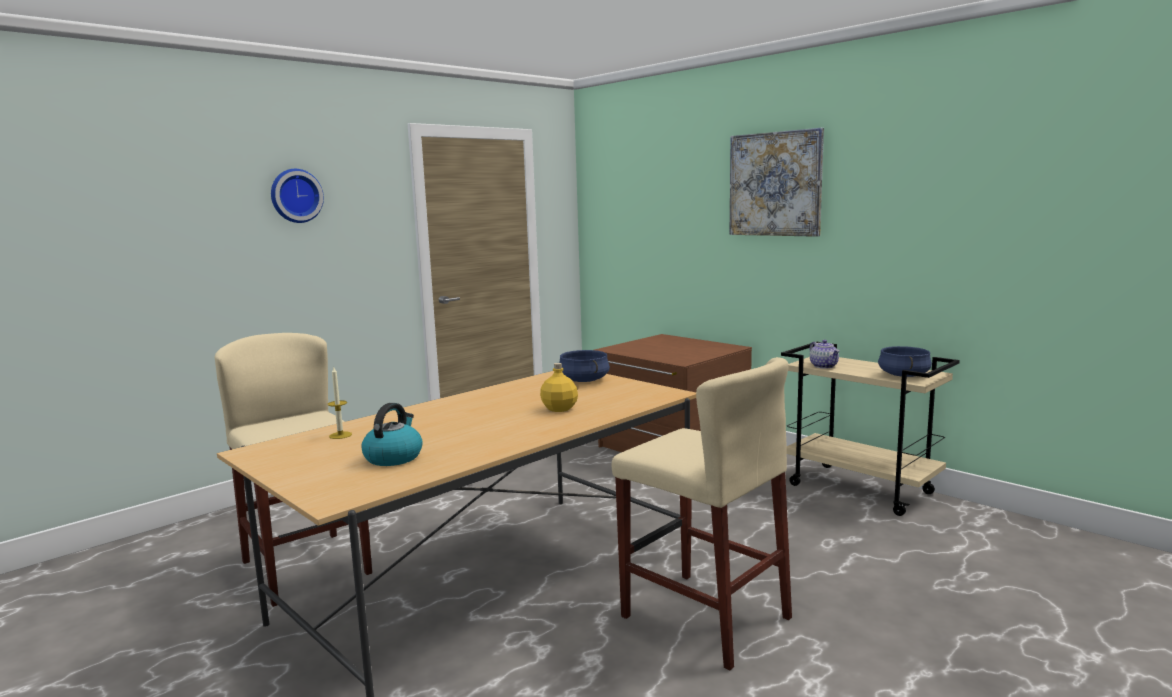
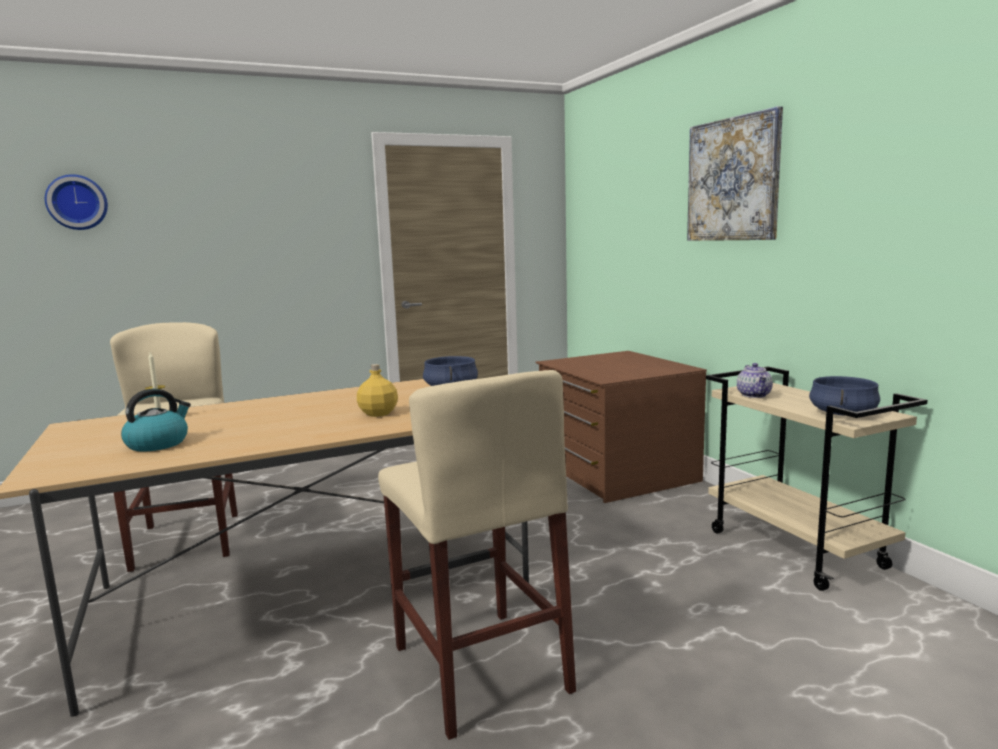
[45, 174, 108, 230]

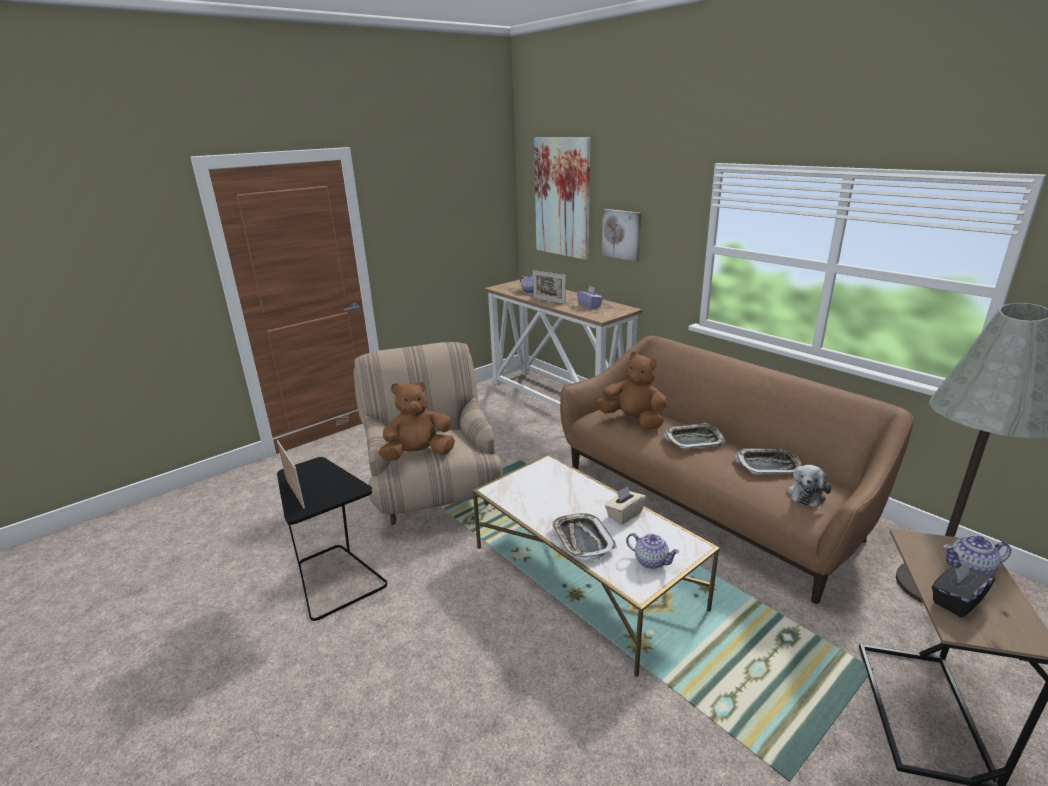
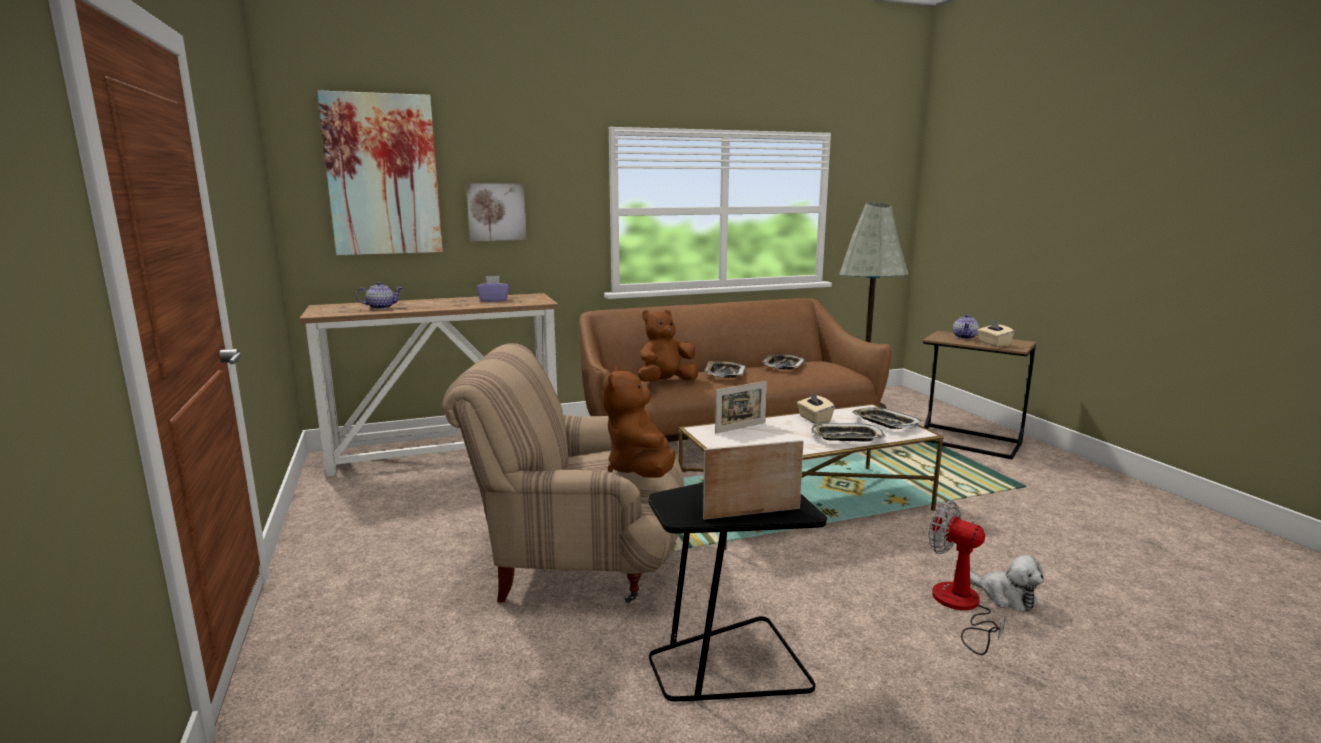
[715, 381, 767, 434]
[970, 555, 1044, 611]
[852, 407, 922, 429]
[977, 319, 1014, 347]
[928, 501, 1006, 655]

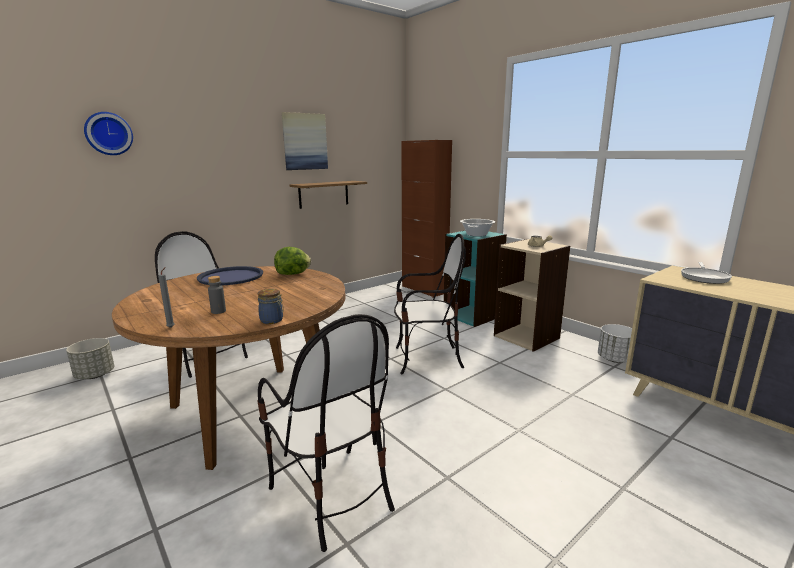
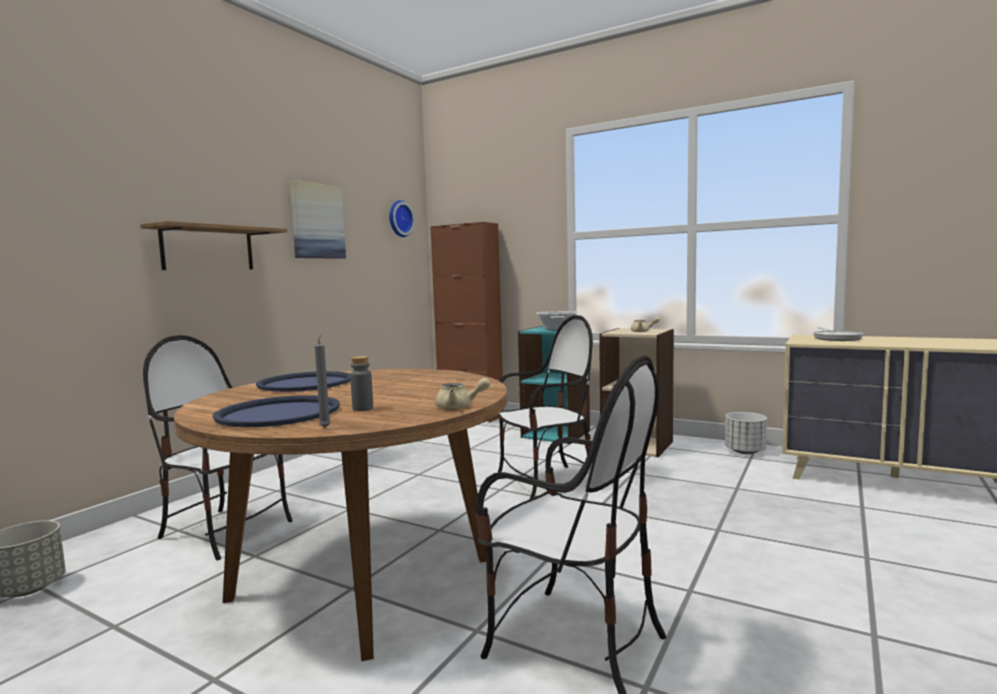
[389, 200, 415, 237]
[140, 221, 287, 270]
[274, 247, 311, 275] (first image)
[435, 378, 490, 409]
[213, 395, 340, 427]

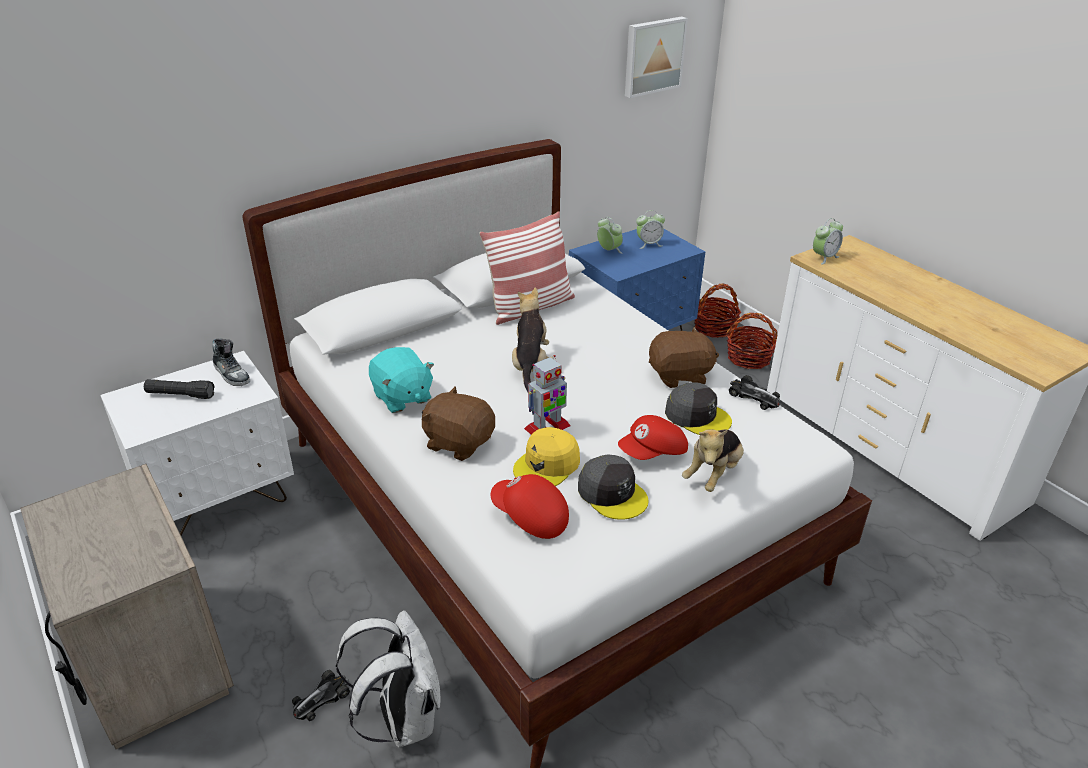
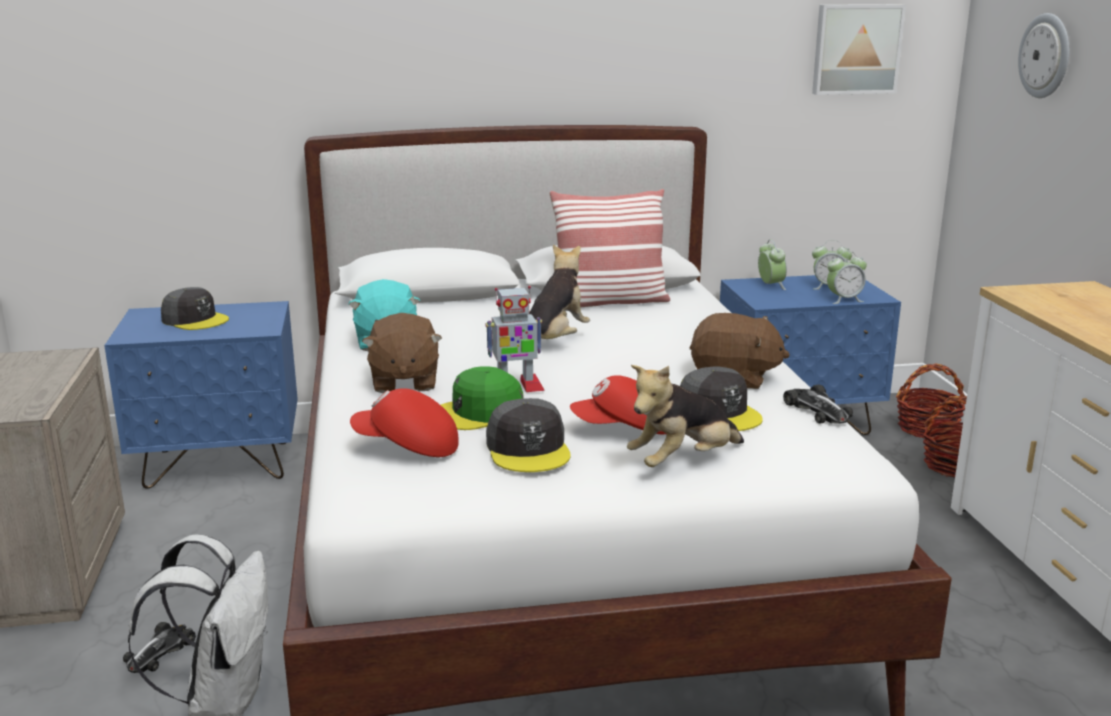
[827, 251, 867, 304]
[212, 339, 250, 386] (first image)
[104, 301, 298, 489]
[161, 287, 229, 330]
[362, 313, 442, 393]
[441, 366, 524, 430]
[350, 388, 459, 457]
[123, 622, 196, 673]
[1018, 13, 1069, 98]

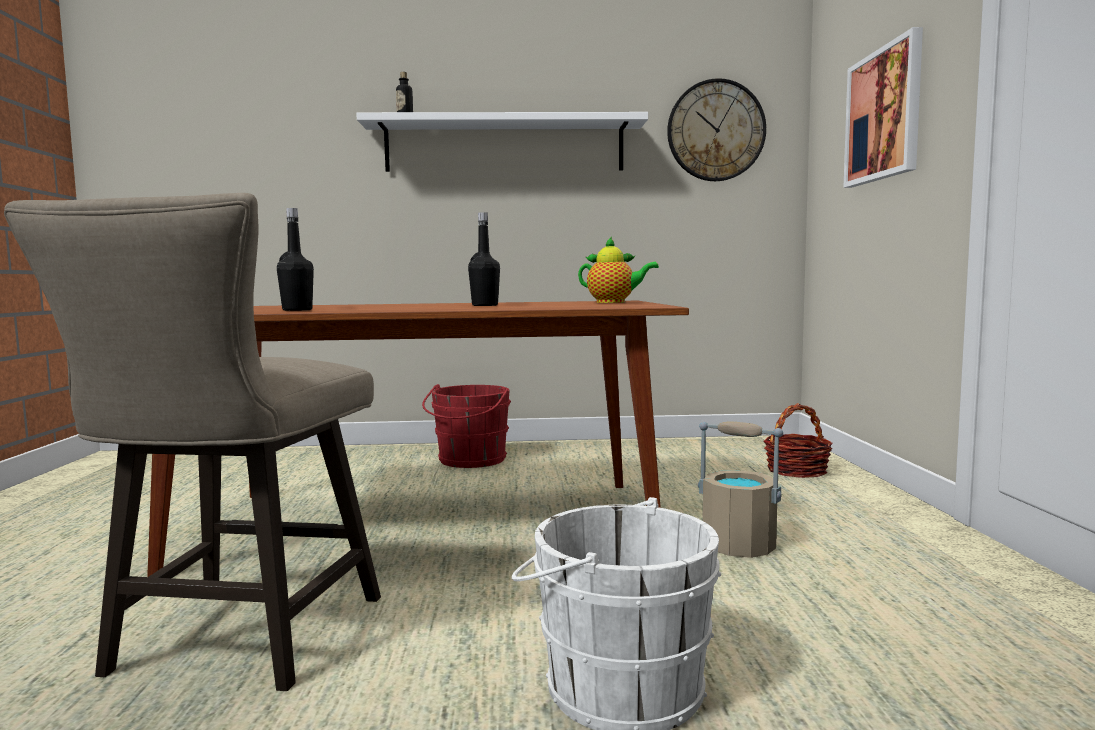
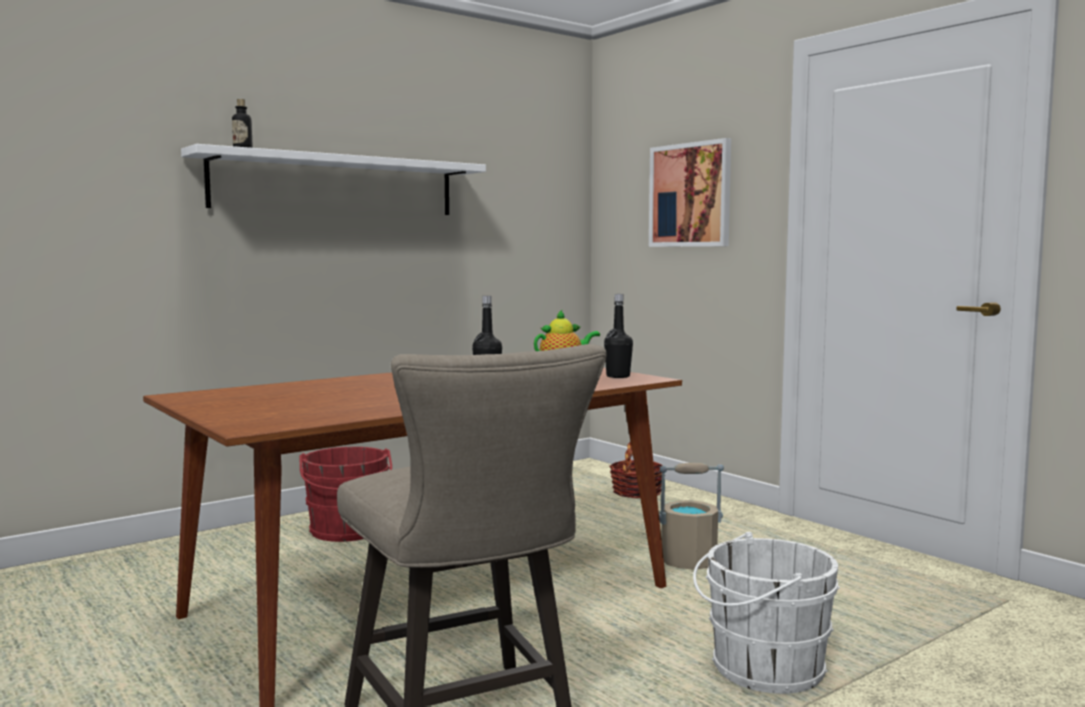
[667, 78, 766, 181] (first image)
[604, 294, 633, 378]

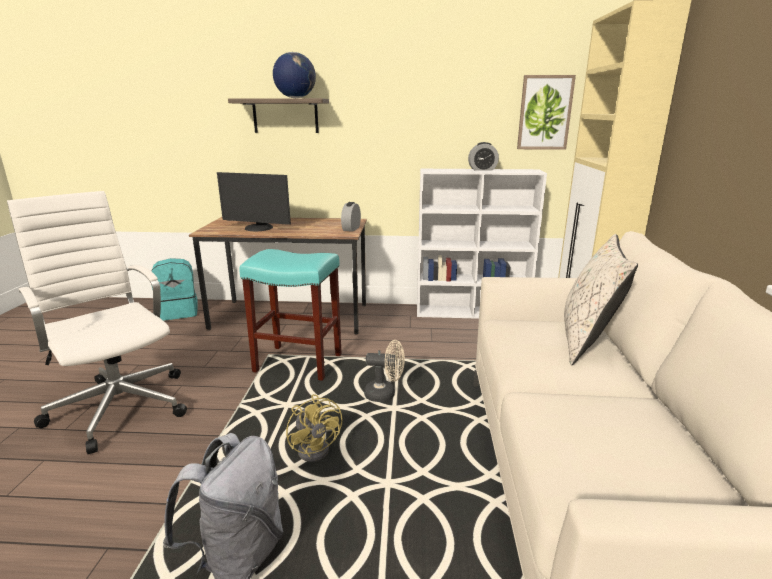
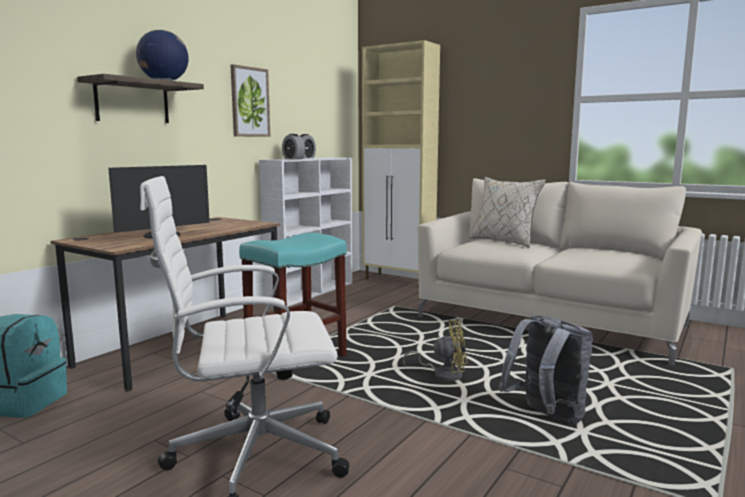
[231, 64, 270, 137]
[282, 134, 305, 159]
[364, 340, 405, 402] (first image)

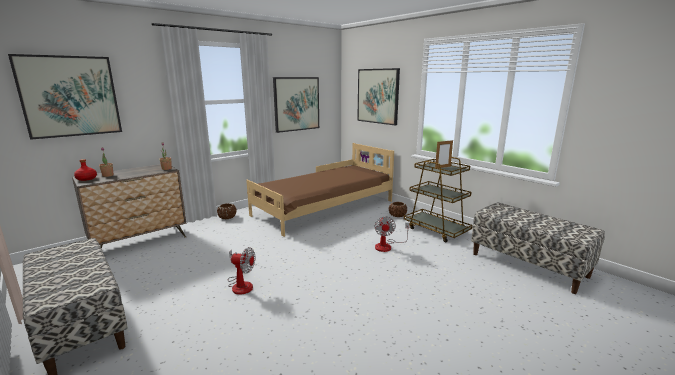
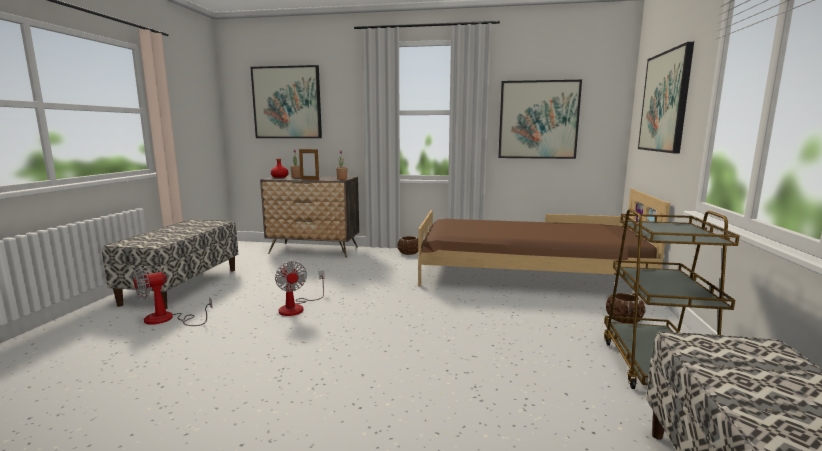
[299, 149, 319, 180]
[133, 267, 213, 326]

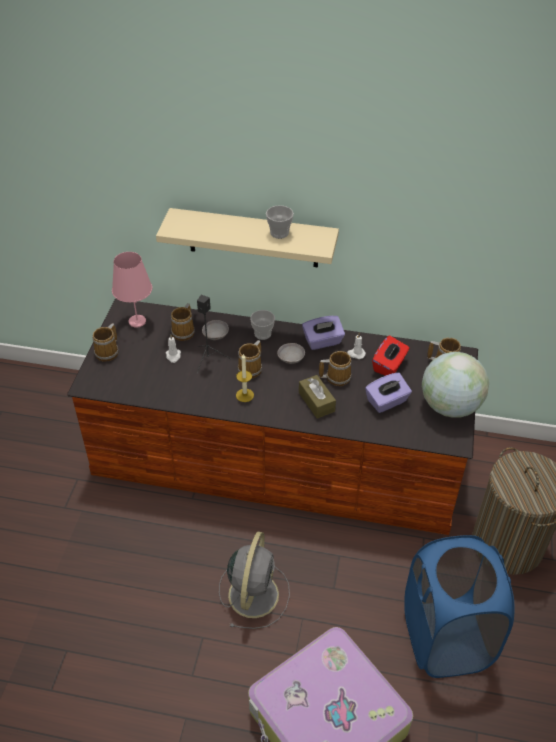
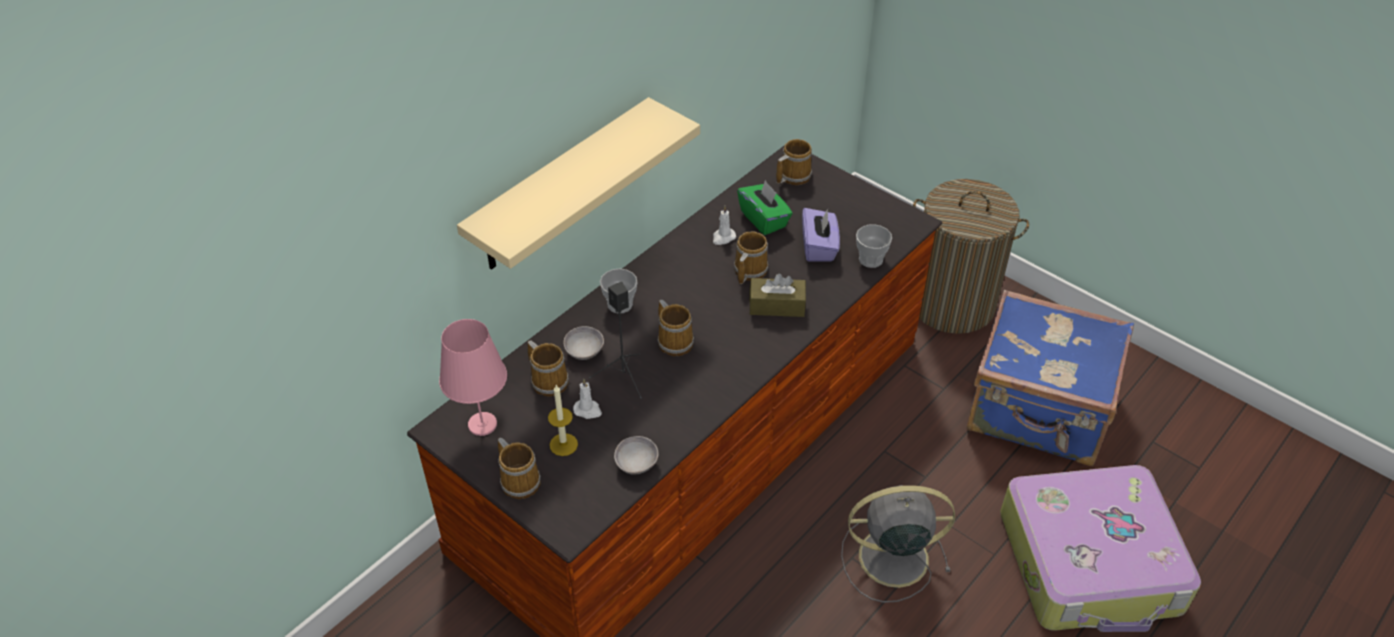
[856, 224, 892, 268]
[302, 316, 345, 350] (first image)
[737, 180, 793, 235]
[614, 436, 659, 475]
[422, 352, 489, 418] (first image)
[548, 385, 578, 456]
[841, 485, 955, 603]
[966, 290, 1134, 466]

